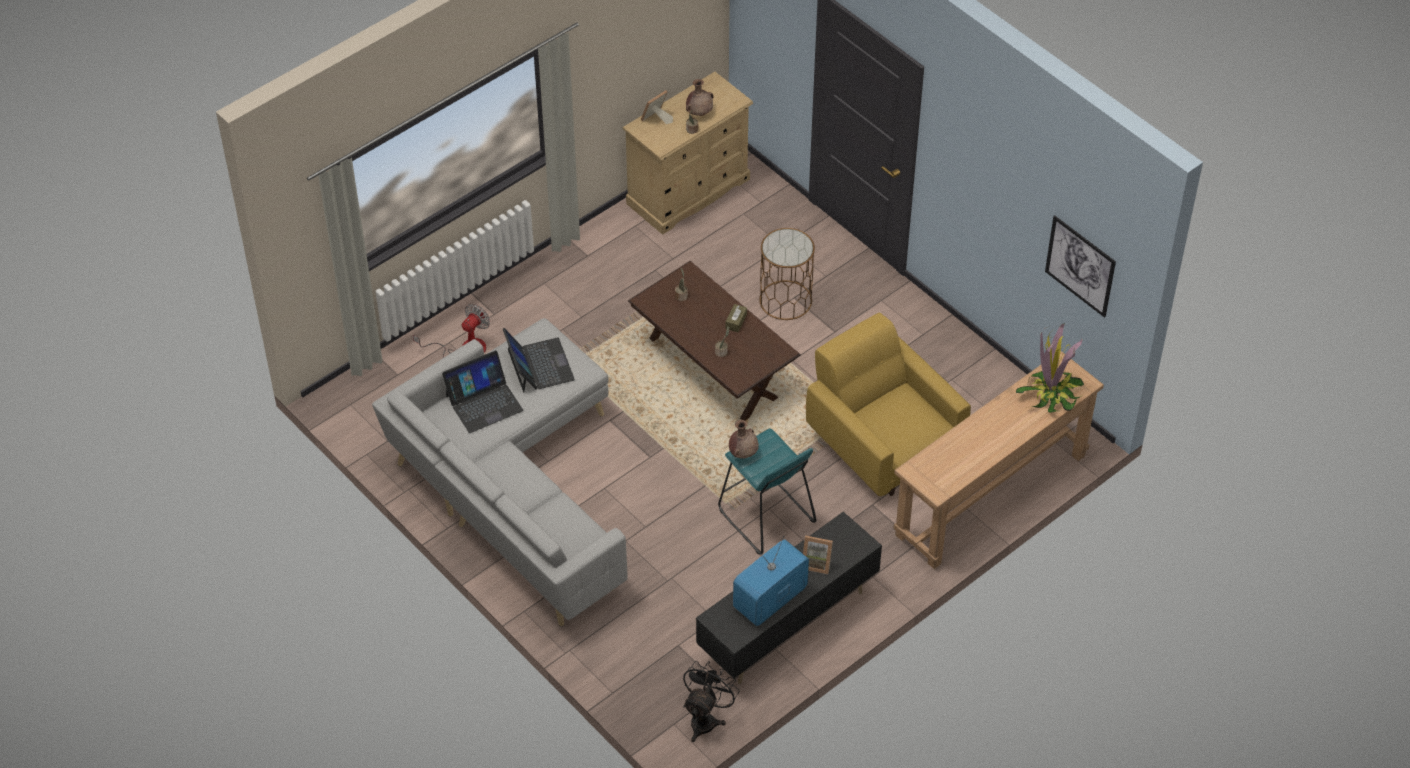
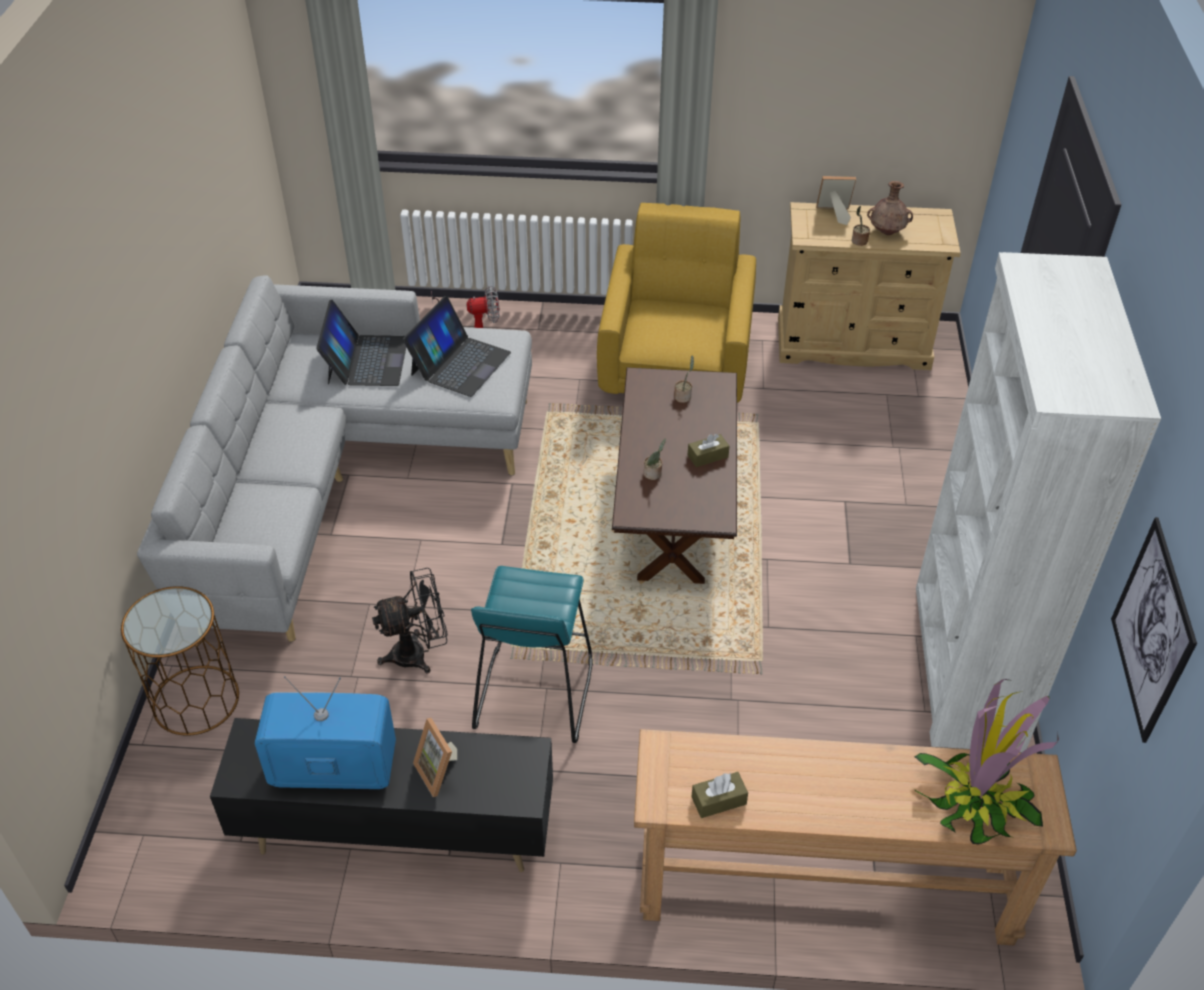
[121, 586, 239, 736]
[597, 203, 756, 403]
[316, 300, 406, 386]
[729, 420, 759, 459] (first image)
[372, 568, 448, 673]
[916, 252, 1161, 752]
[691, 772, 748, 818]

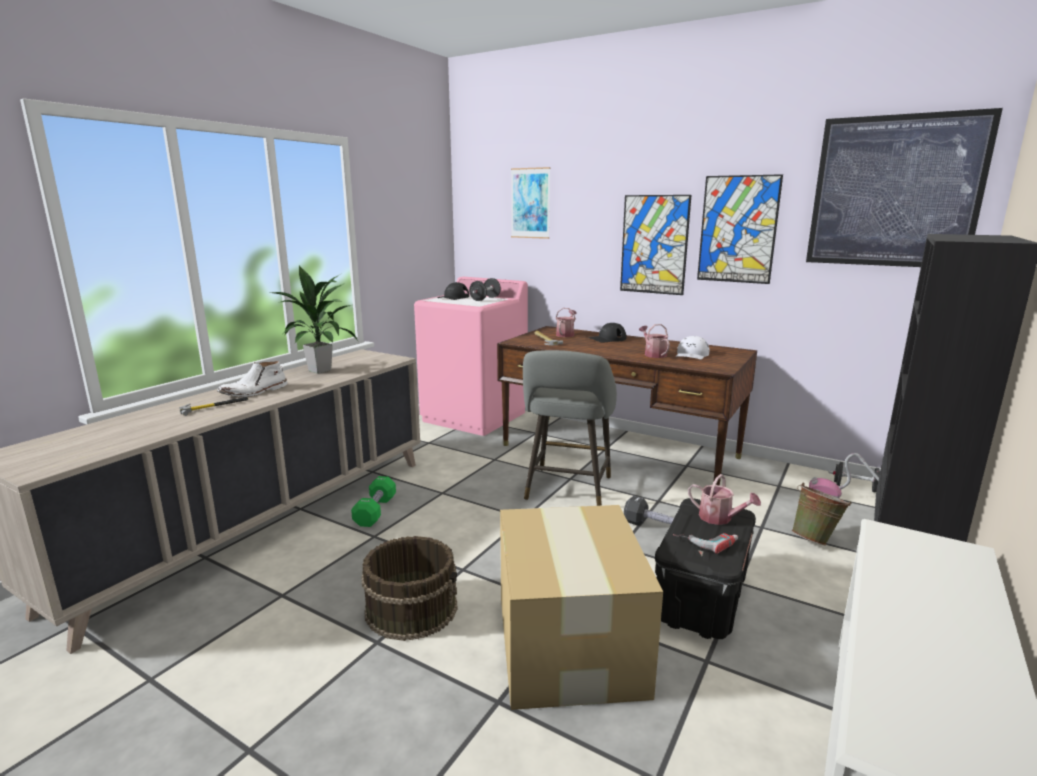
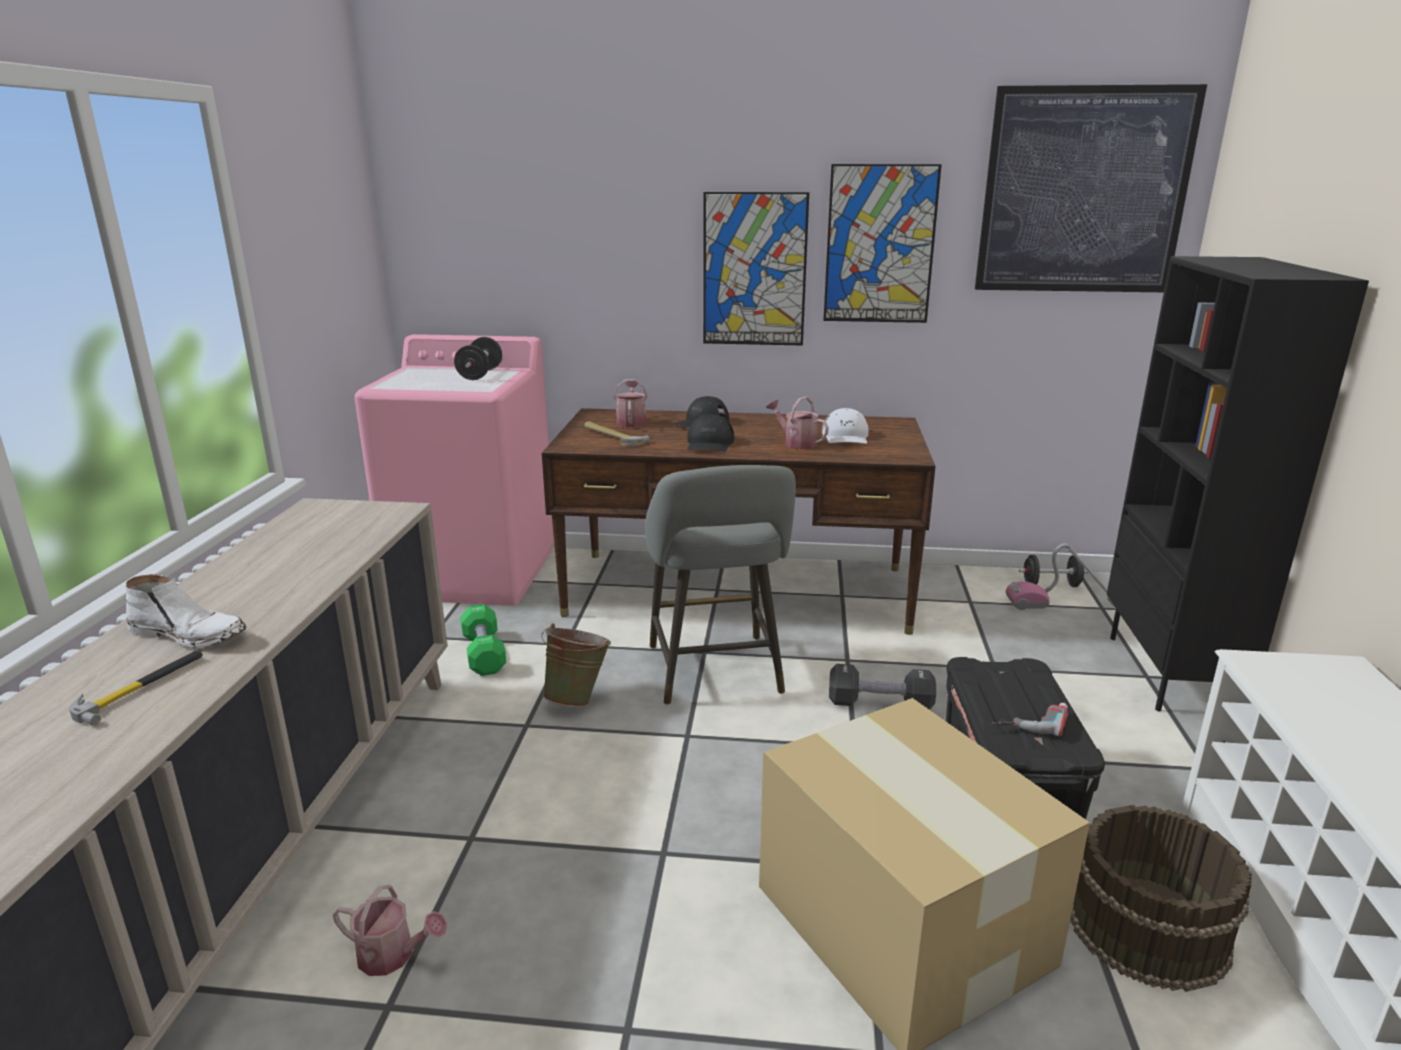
[511, 167, 550, 239] (first image)
[272, 266, 359, 374] (first image)
[687, 414, 734, 451]
[125, 574, 247, 648]
[333, 885, 447, 976]
[460, 604, 506, 676]
[541, 623, 611, 707]
[1070, 805, 1252, 992]

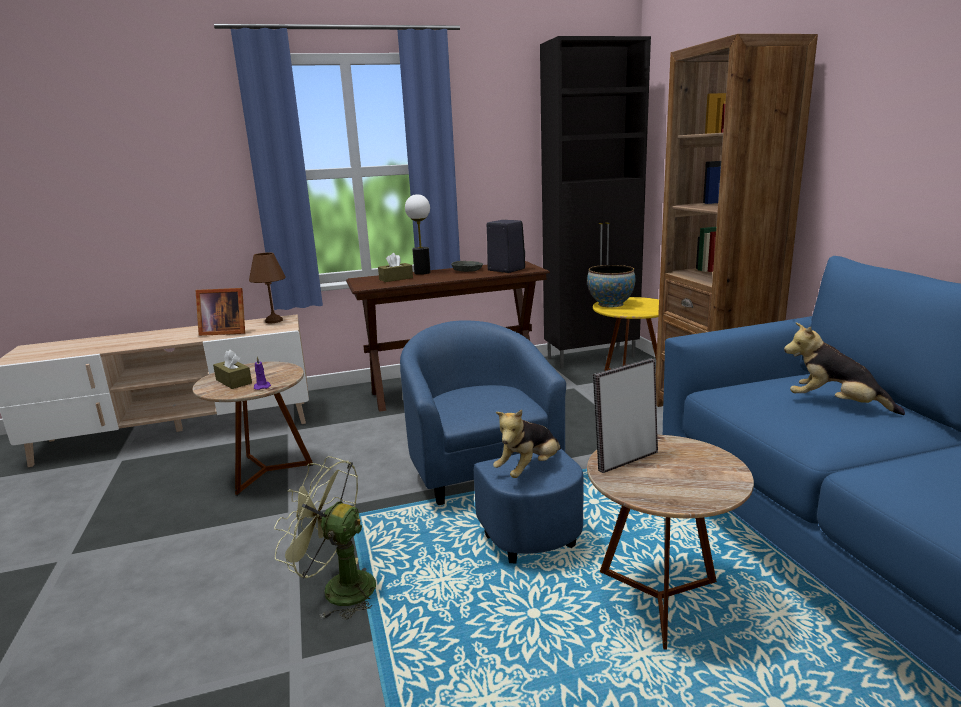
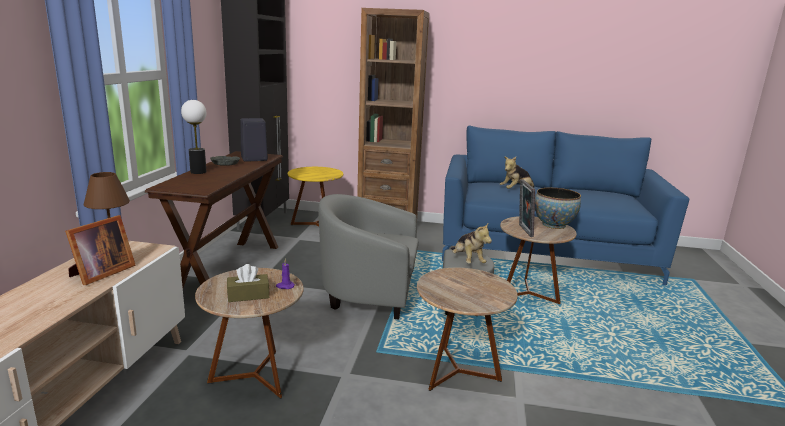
[378, 253, 413, 282] (first image)
[535, 188, 581, 229]
[318, 194, 494, 319]
[417, 268, 518, 391]

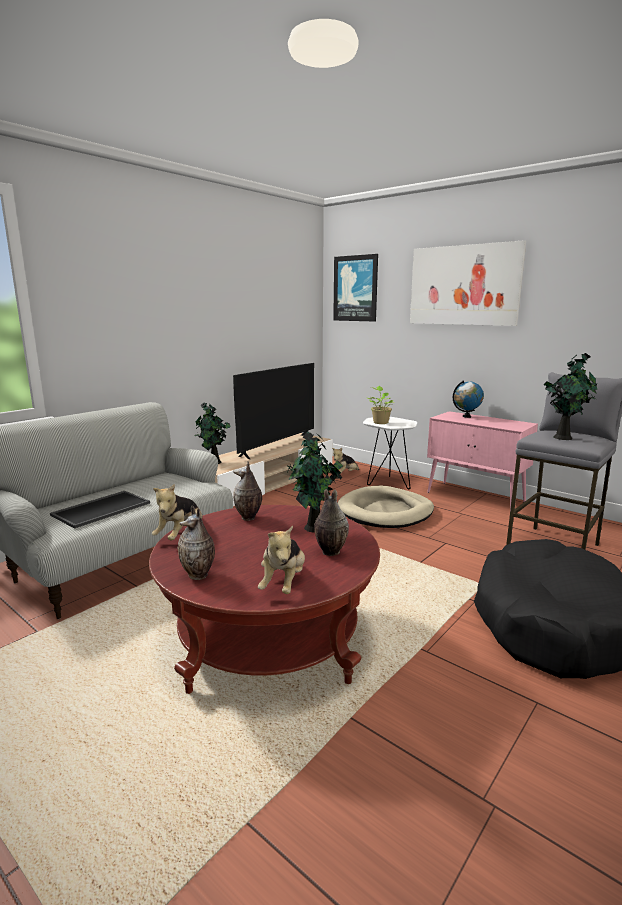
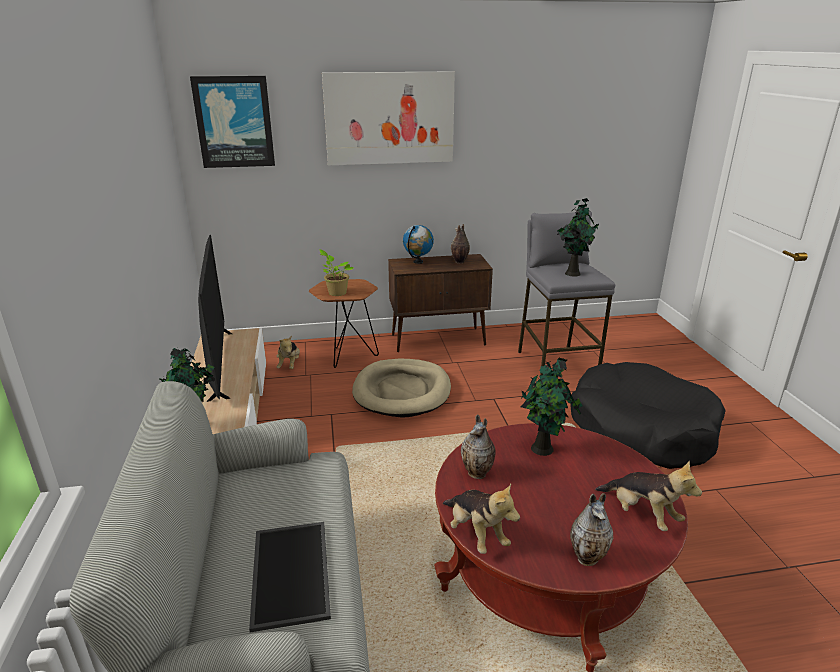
[388, 254, 493, 352]
[309, 279, 379, 368]
[451, 224, 470, 264]

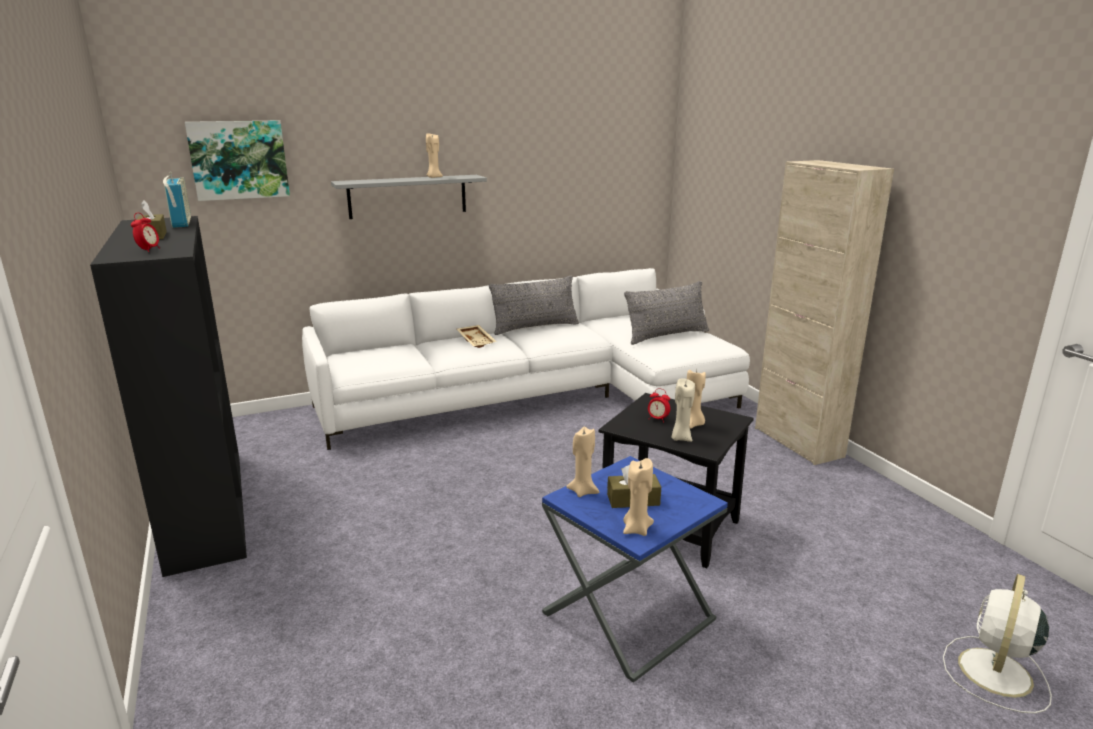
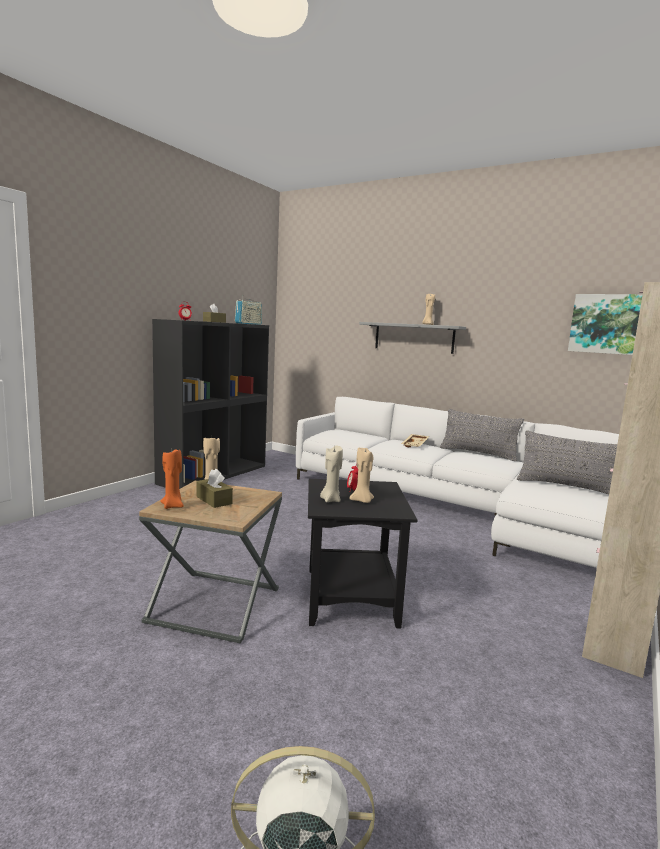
[568, 294, 643, 355]
[139, 481, 282, 643]
[160, 449, 184, 509]

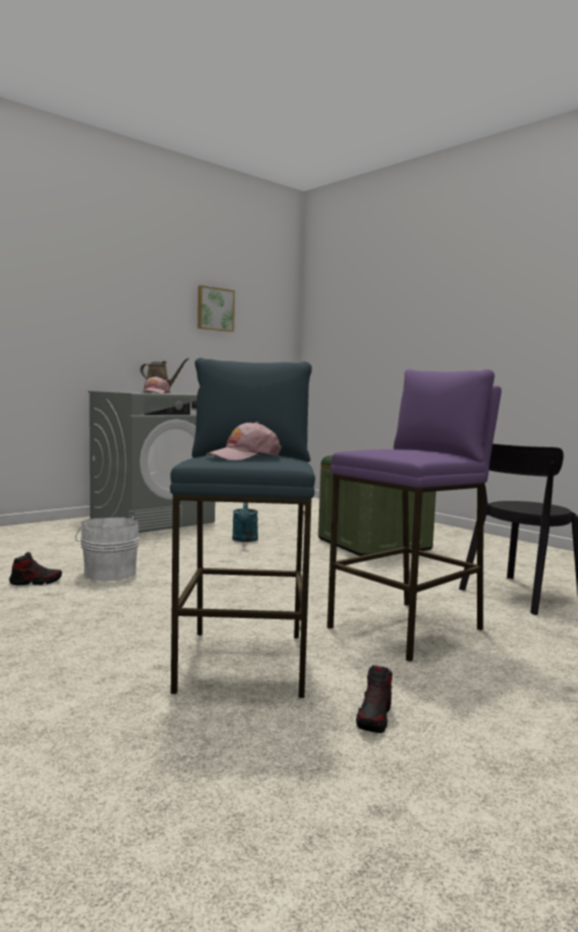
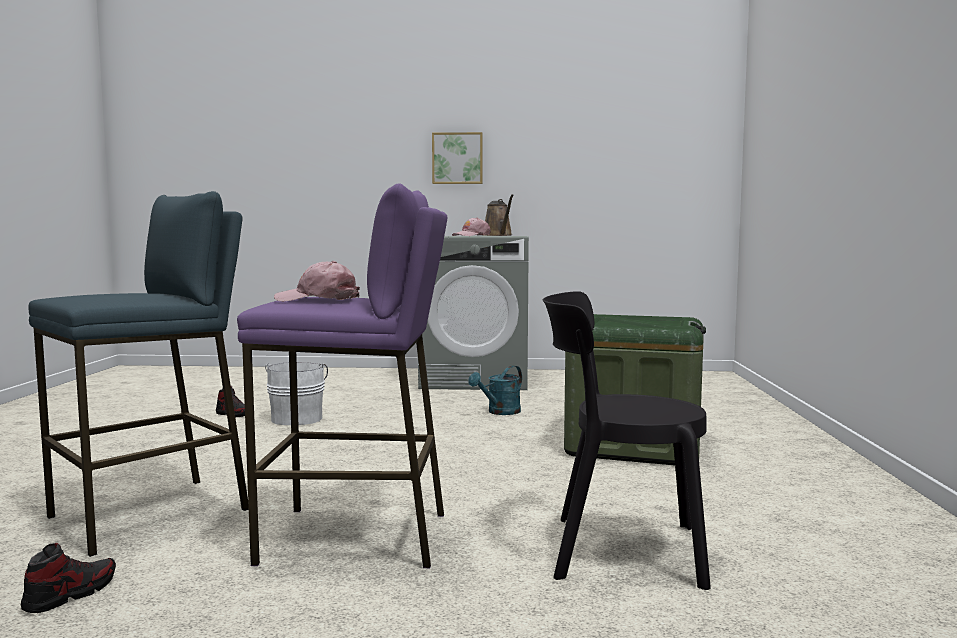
[432, 132, 483, 184]
[274, 261, 360, 302]
[21, 543, 116, 613]

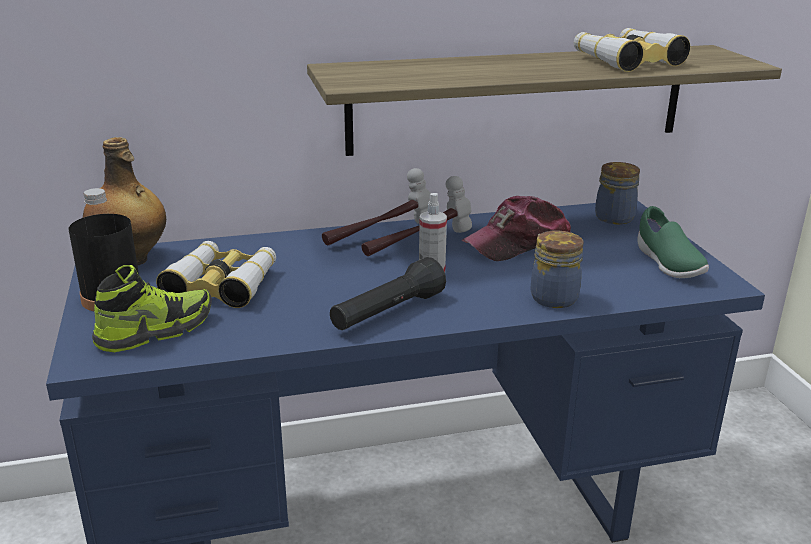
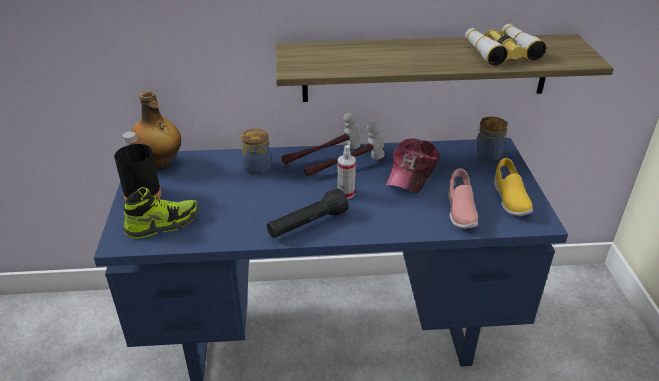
[386, 138, 439, 193]
[494, 158, 533, 216]
[241, 129, 271, 175]
[156, 241, 276, 308] (first image)
[448, 168, 478, 229]

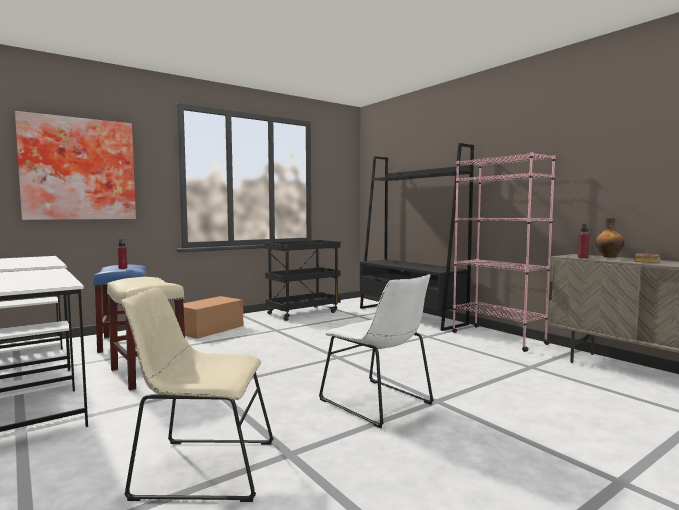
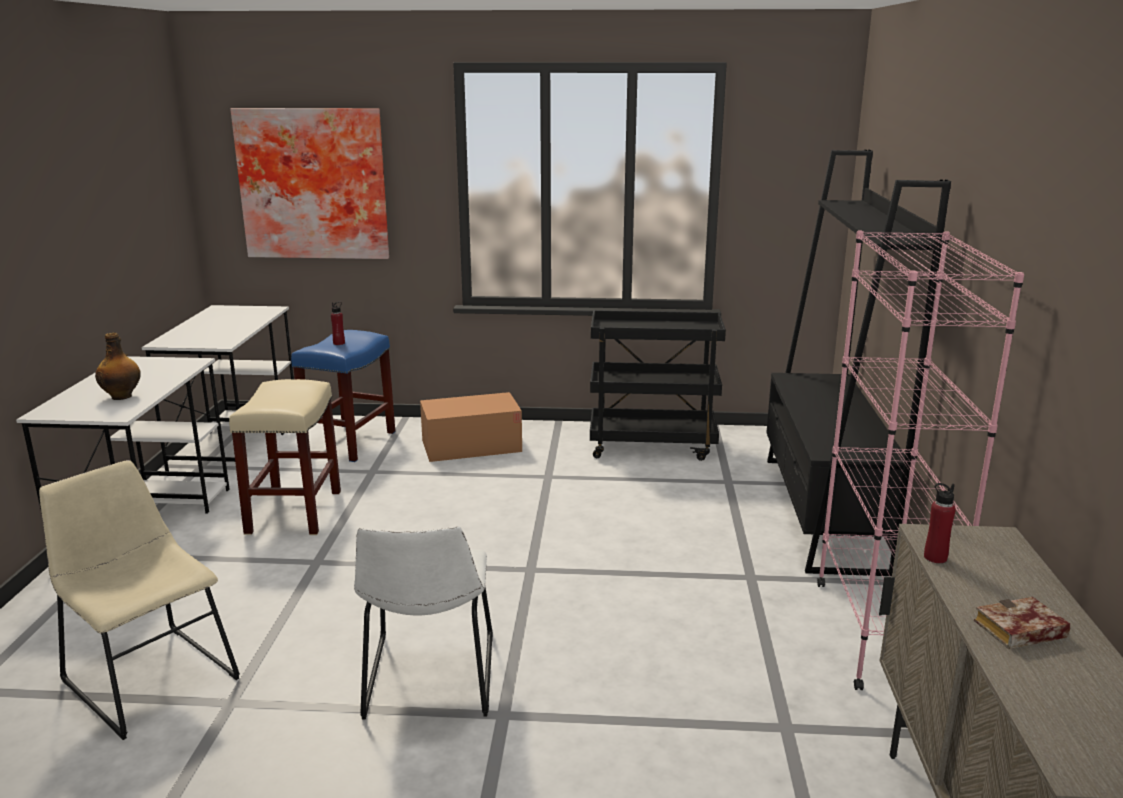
[95, 332, 141, 400]

